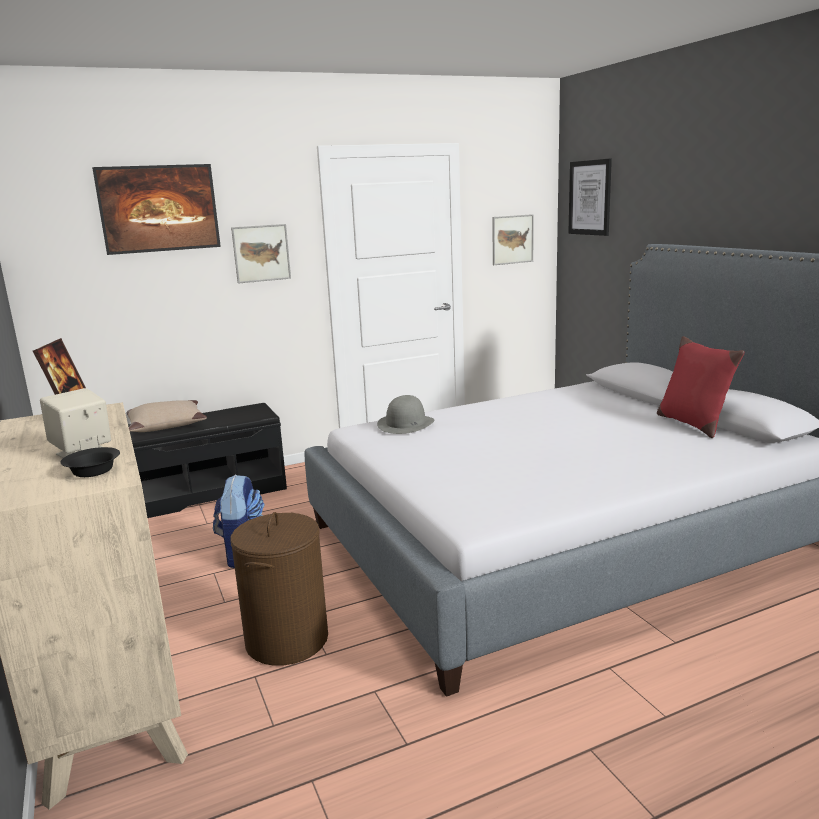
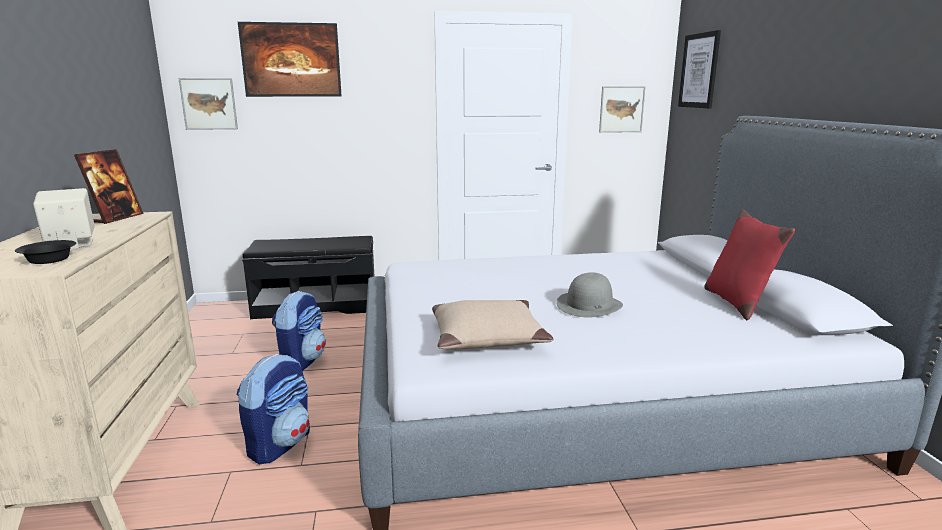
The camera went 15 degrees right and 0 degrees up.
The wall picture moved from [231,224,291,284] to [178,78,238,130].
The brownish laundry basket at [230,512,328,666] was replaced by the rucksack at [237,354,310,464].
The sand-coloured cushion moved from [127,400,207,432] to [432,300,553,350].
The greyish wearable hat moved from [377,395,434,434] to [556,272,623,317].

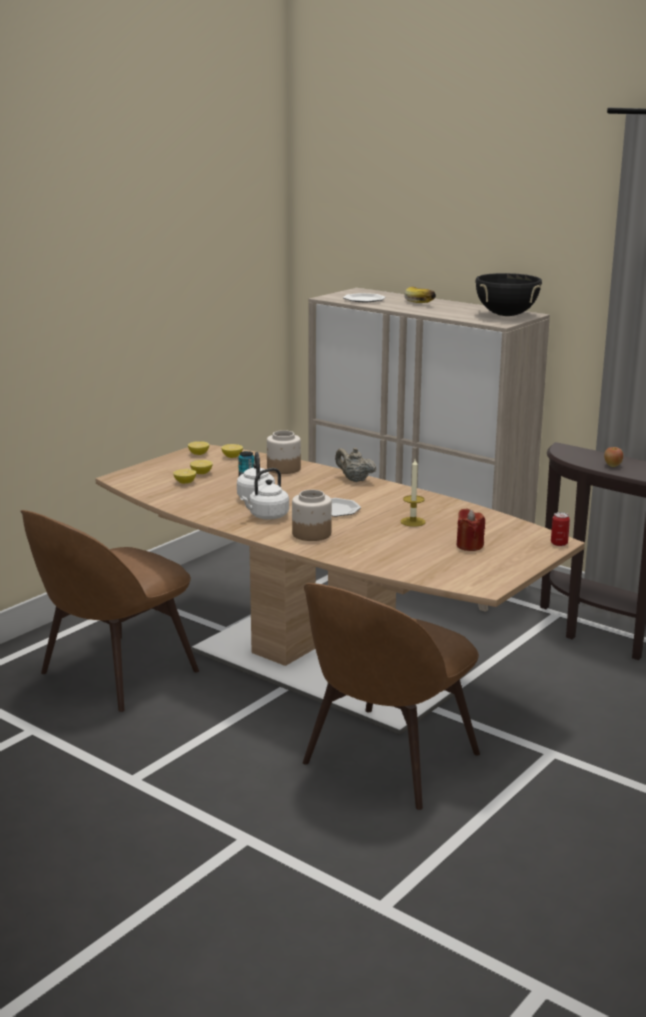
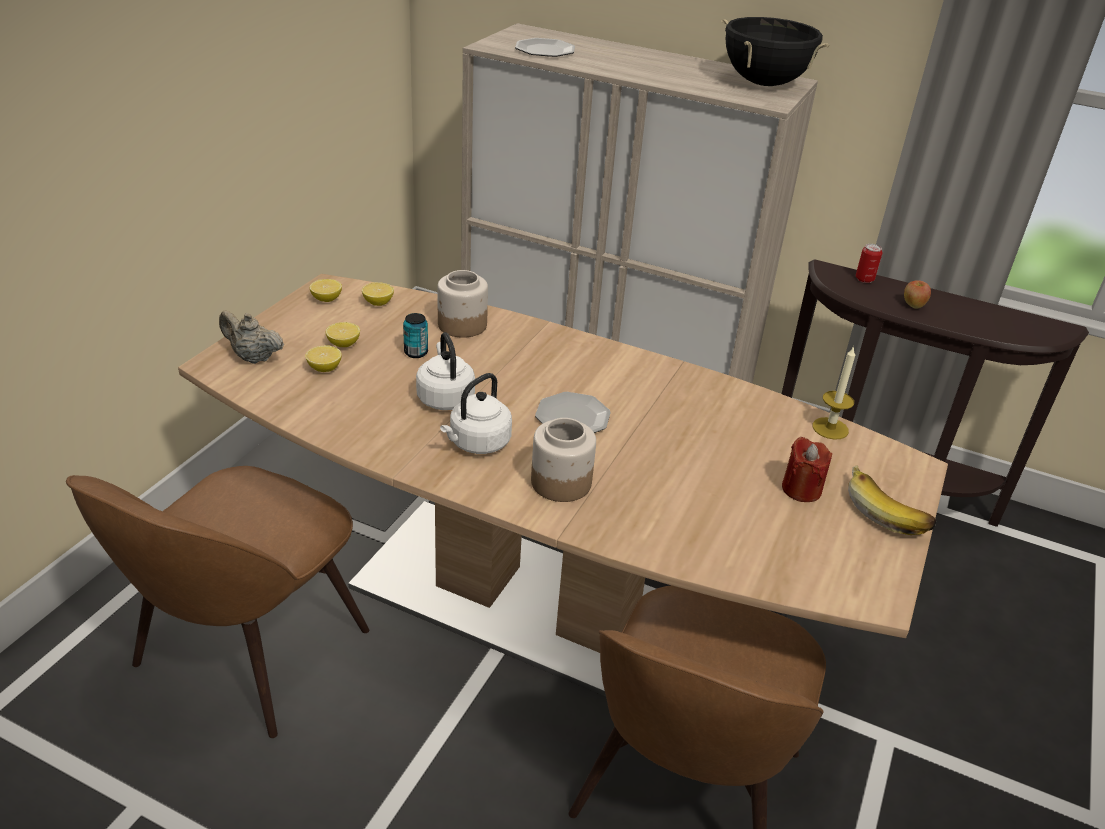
The camera went 15 degrees left and 15 degrees up.
The sand-coloured teapot moved from [335,448,376,482] to [219,311,284,364].
The wax candle moved from [401,459,425,527] to [812,346,855,440].
The whole banana moved from [404,287,436,303] to [848,465,936,535].
The can moved from [551,512,570,546] to [856,244,882,283].

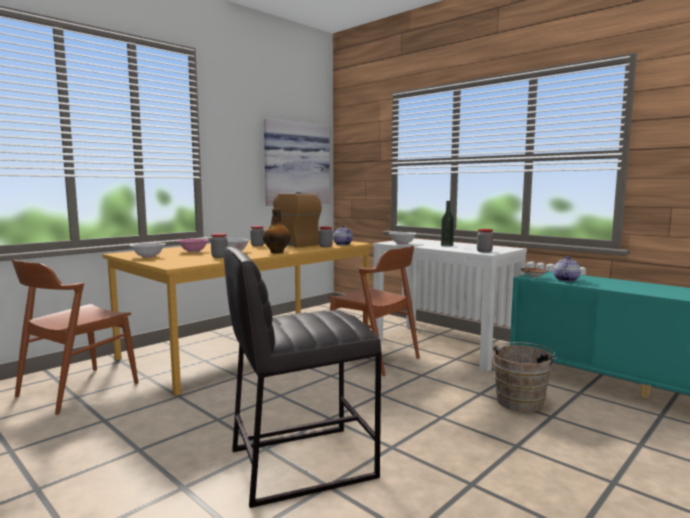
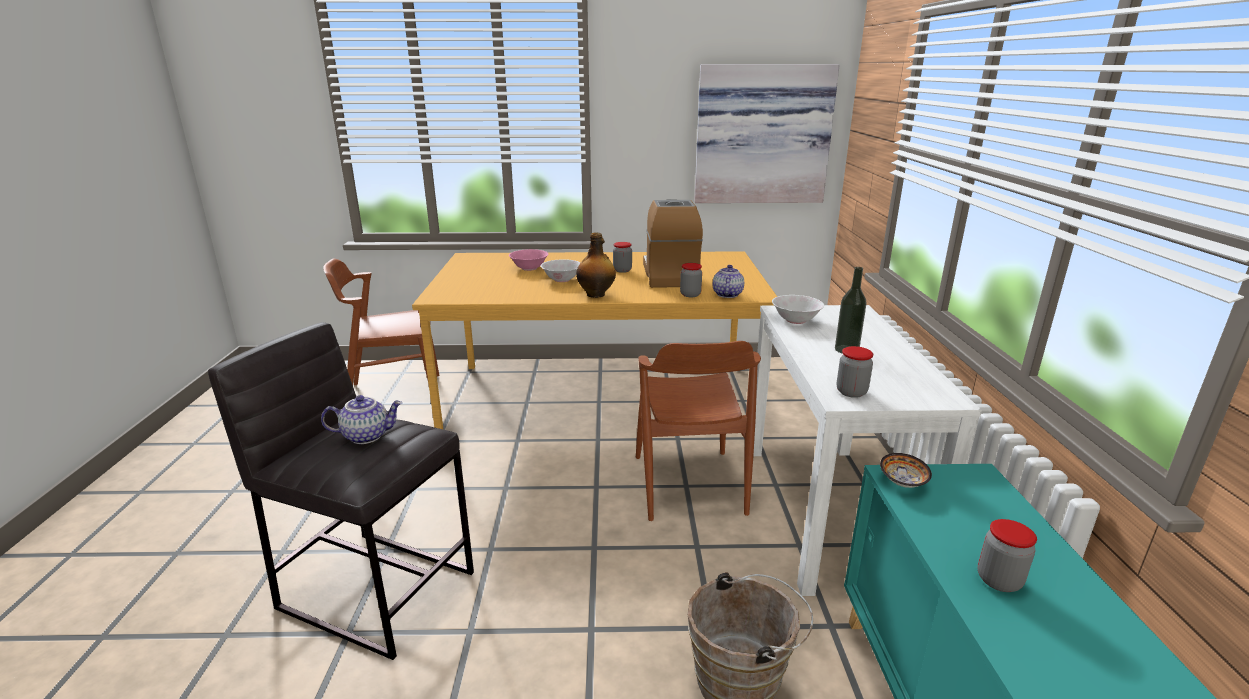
The camera went 45 degrees right and 15 degrees up.
The teapot moved from [554,256,581,282] to [321,395,402,444].
The preserve jar moved from [211,233,228,258] to [978,519,1037,592].
The white-coloured serving bowl at [130,243,165,258] disappeared.

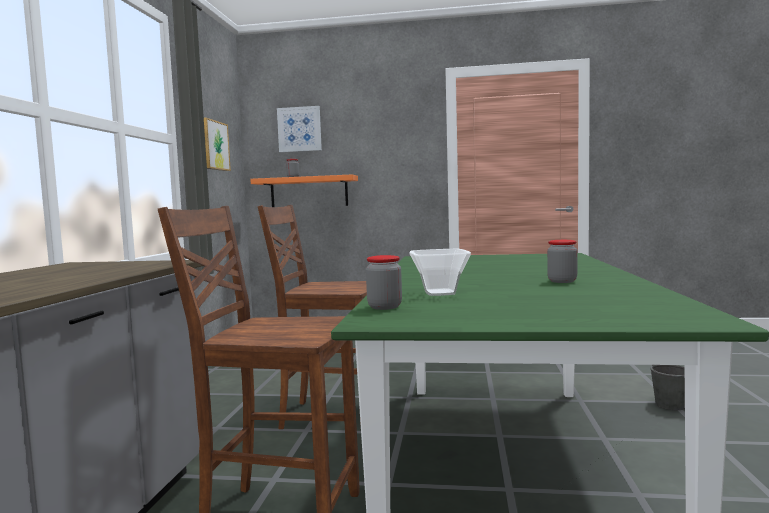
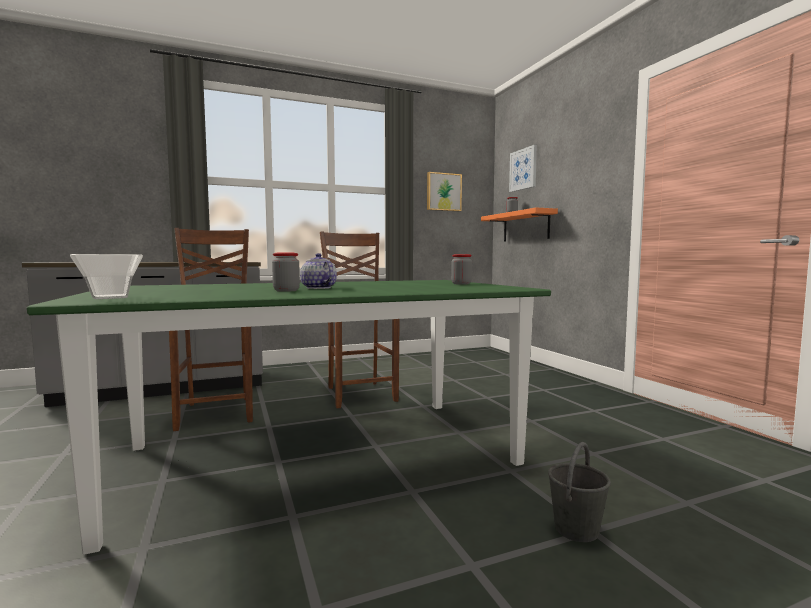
The camera went 60 degrees right and 0 degrees up.
The serving bowl moved from [409,249,471,296] to [70,254,143,299].
The teapot at [300,253,337,289] appeared.
The preserve jar moved from [366,255,402,310] to [451,254,472,285].

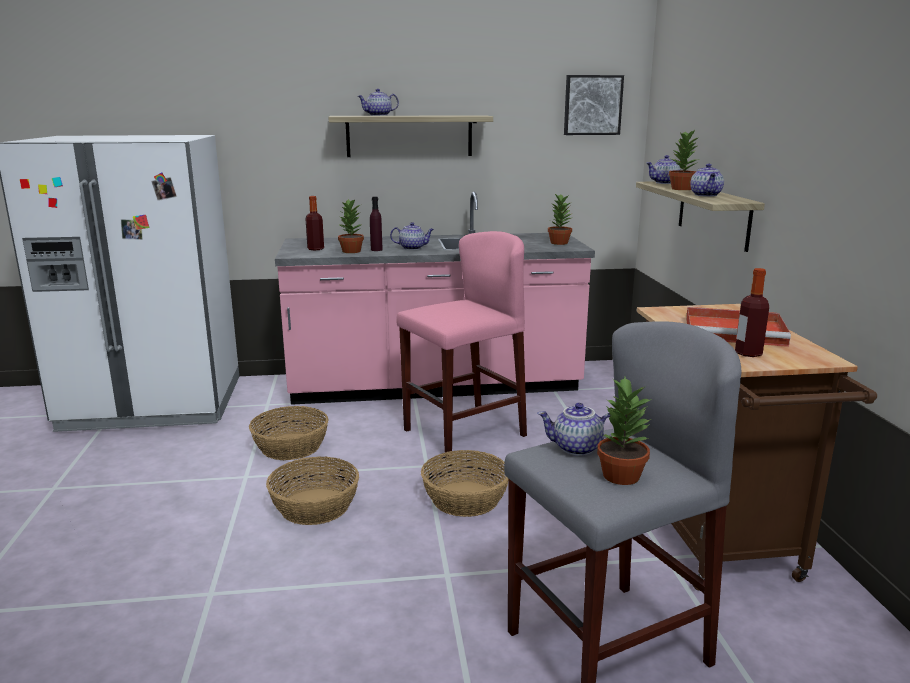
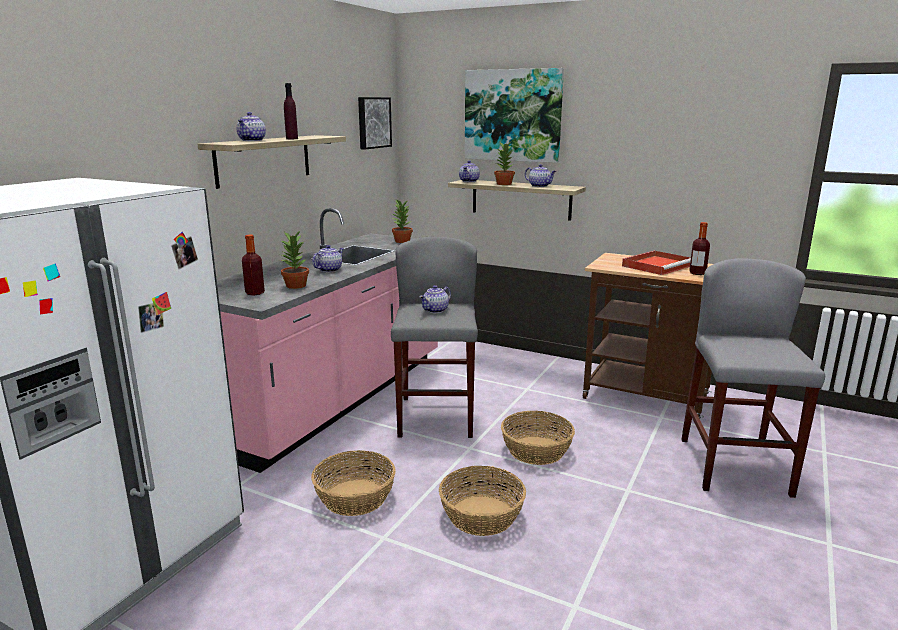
The camera went 55 degrees left and 0 degrees up.
The purple-coloured bottle moved from [370,196,383,251] to [284,83,298,139].
The pinkish stool at [396,231,527,460] became the greyish stool at [391,237,478,438].
The teapot moved from [537,403,613,456] to [419,285,451,313].
The wall picture at [465,68,564,163] appeared.
The potted plant at [597,377,651,485] disappeared.

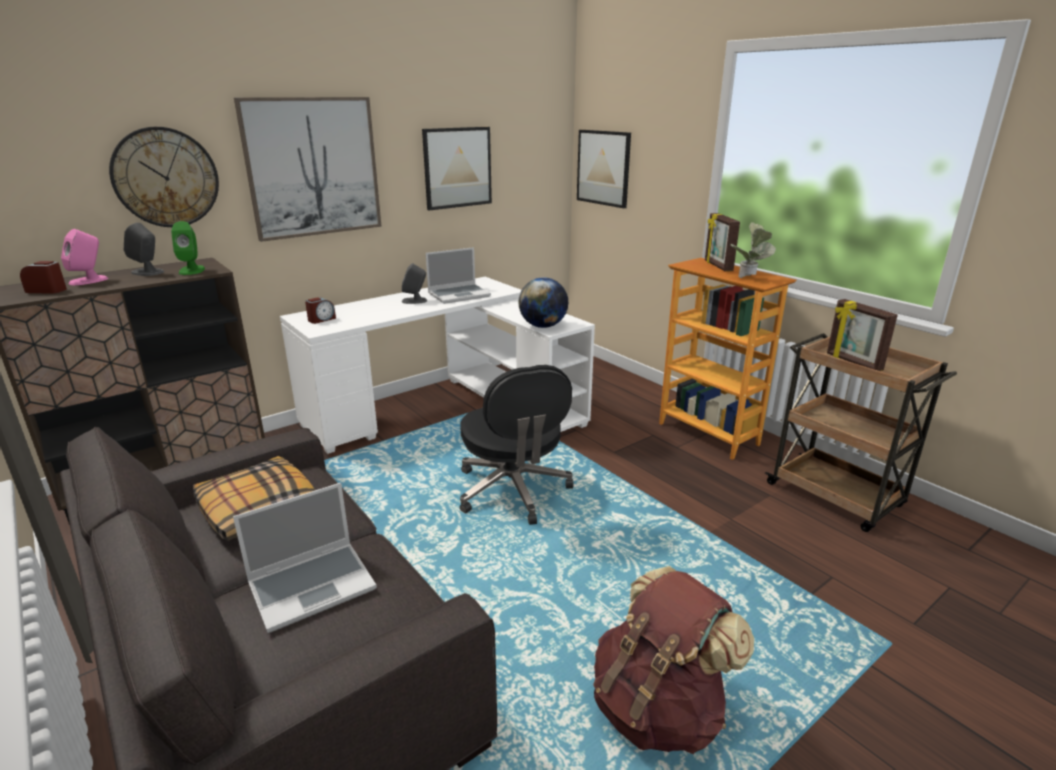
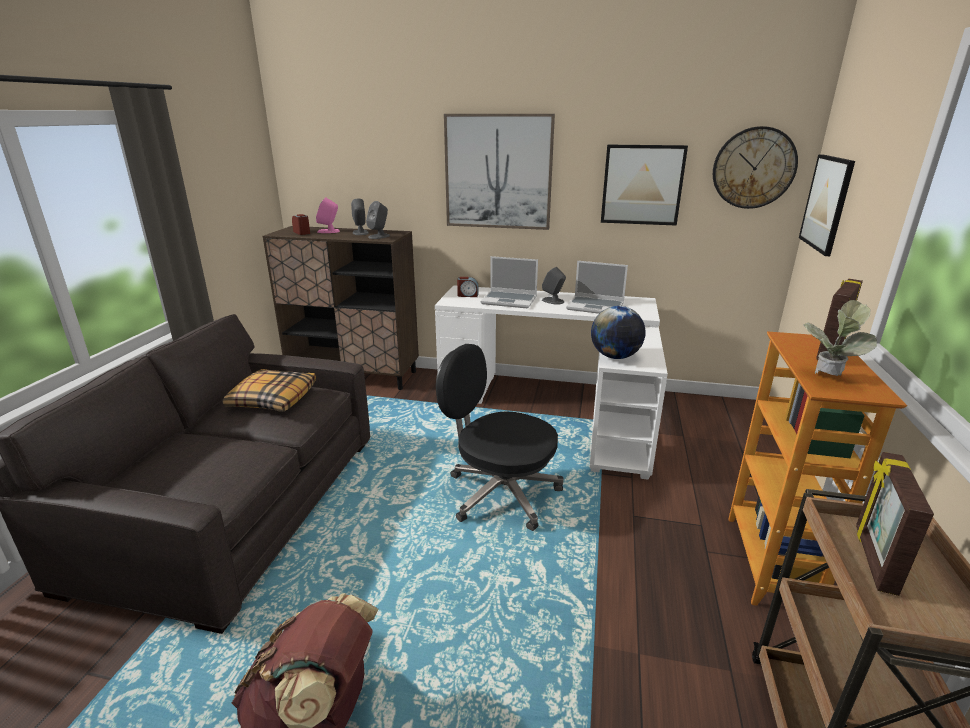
The camera went 50 degrees right and 0 degrees up.
The greenish loudspeaker at [171,221,205,275] became the greyish loudspeaker at [366,201,390,239].
The black-coloured office chair at [460,365,573,525] turned 90 degrees clockwise.
The laptop moved from [233,483,377,633] to [481,256,538,309].
The wall clock moved from [109,127,219,227] to [713,126,798,209].

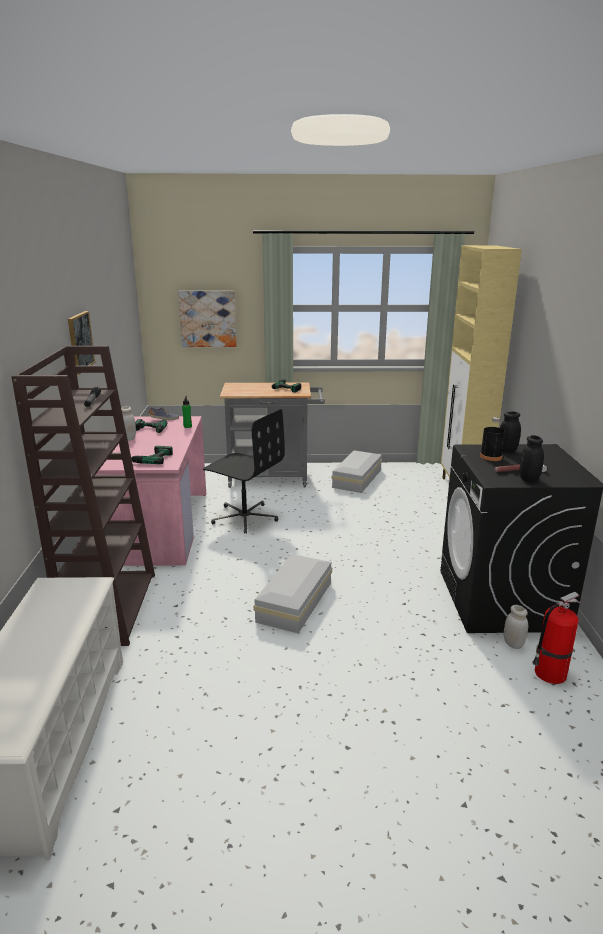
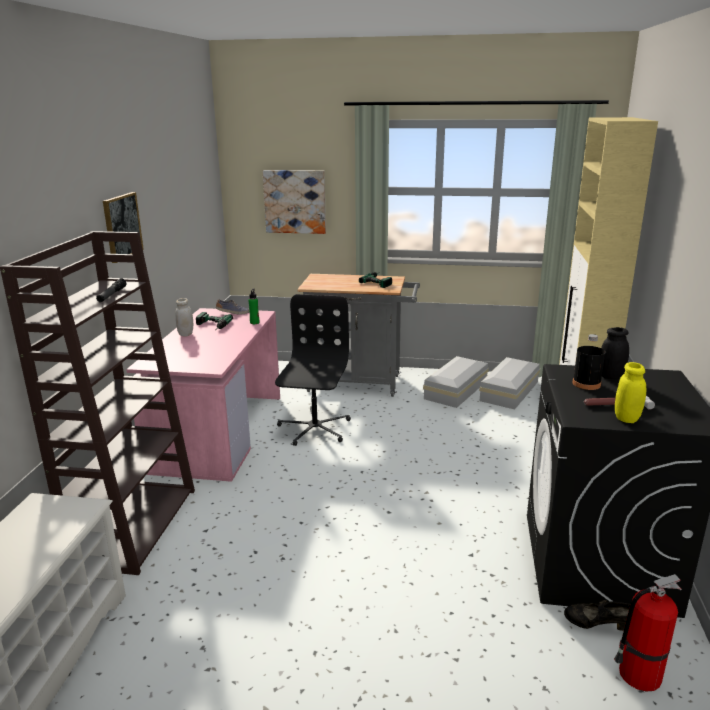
The camera went 10 degrees right and 0 degrees up.
The black-coloured office chair at [203,409,285,534] turned 120 degrees counterclockwise.
The white-coloured storage container moved from [253,554,332,633] to [479,357,540,409].
The white-coloured preserve jar at [503,605,528,649] was replaced by the black-coloured item of footwear at [564,600,631,631].
The black-coloured preserve jar at [520,435,544,482] became the yellow preserve jar at [615,362,646,423].
The drill at [131,446,173,464] disappeared.

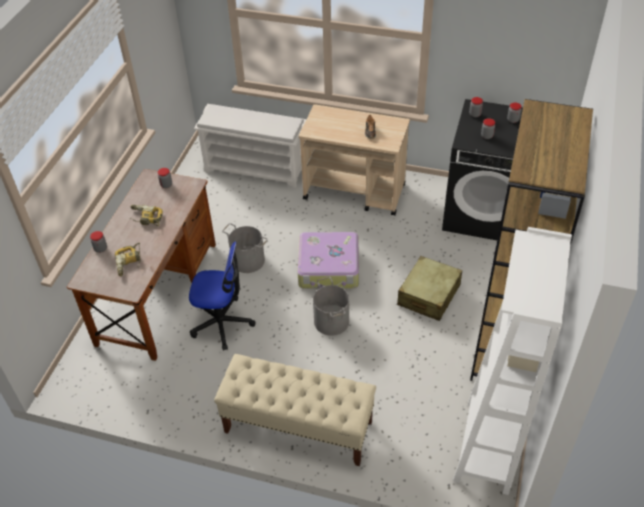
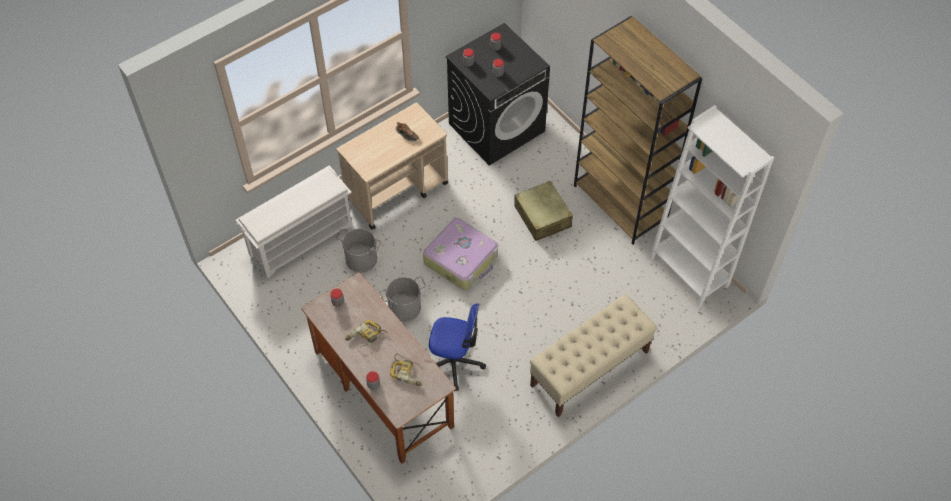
The camera went 55 degrees left and 10 degrees up.
The greyish water bucket moved from [313,277,349,336] to [336,229,381,273].
The office chair at [189,241,256,351] turned 60 degrees clockwise.

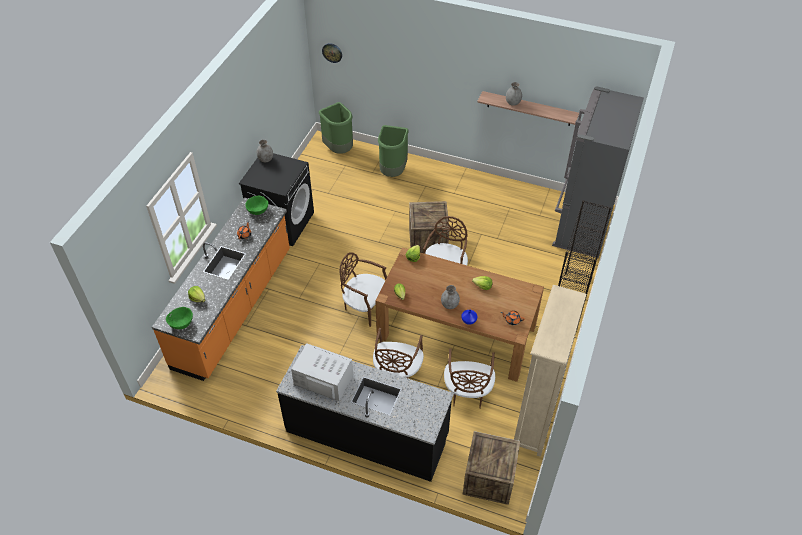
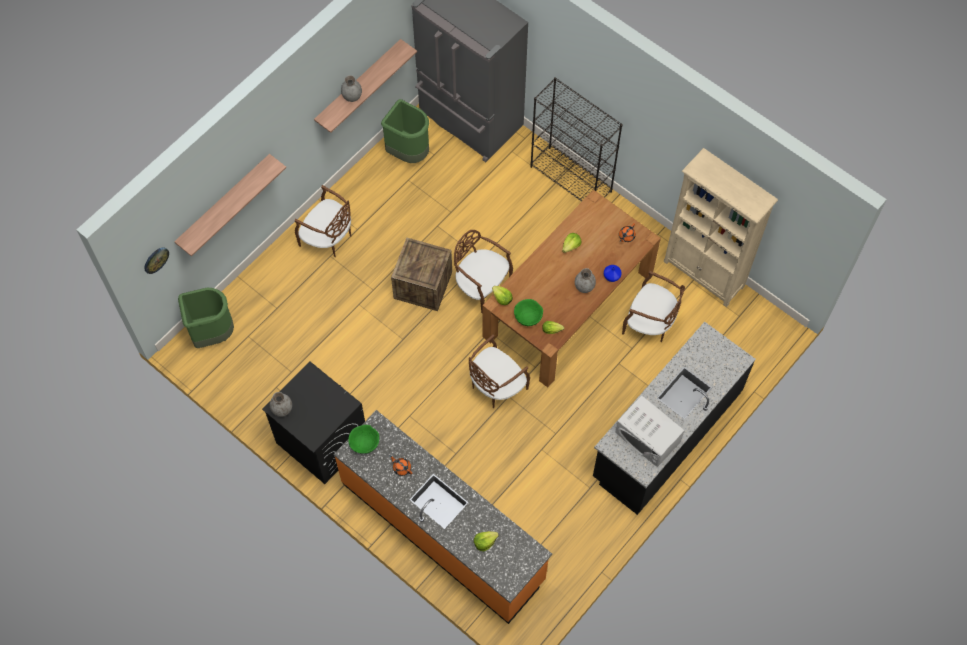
The camera went 70 degrees left and 15 degrees up.
The shelf at [174,154,286,256] appeared.
The brownish chair moved from [373,328,424,378] to [295,185,351,257].
The greenish rubbish bin moved from [378,125,409,177] to [381,99,429,163].
The greenish serving bowl moved from [166,307,193,329] to [514,299,543,326].
The white-coloured microwave at [291,343,353,401] turned 90 degrees counterclockwise.
The crate at [462,431,520,505] disappeared.

